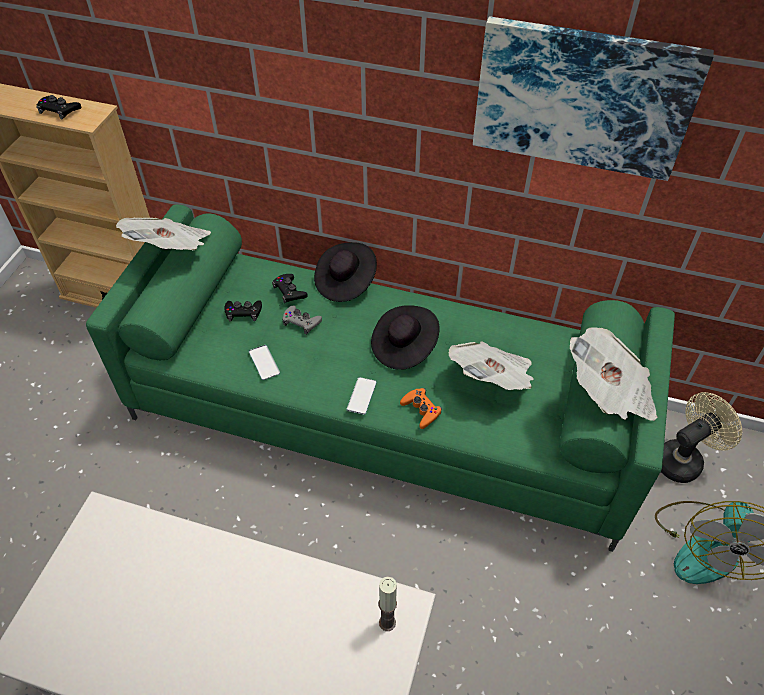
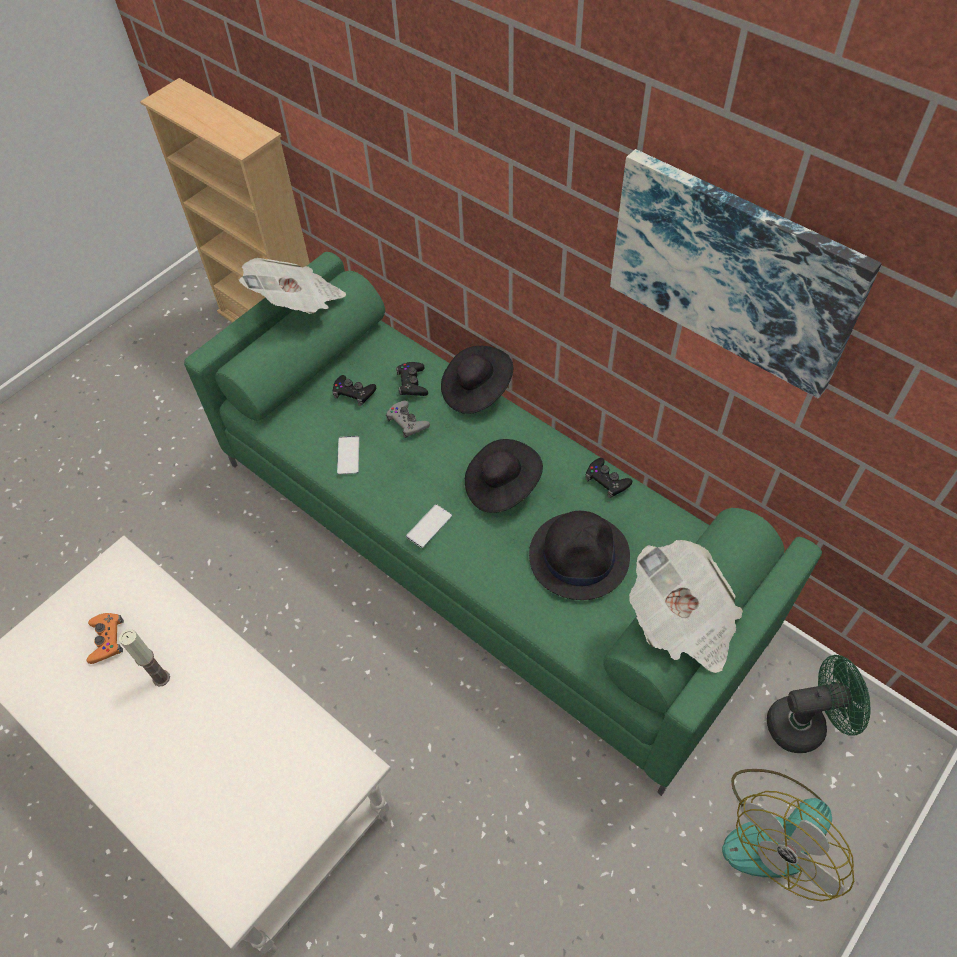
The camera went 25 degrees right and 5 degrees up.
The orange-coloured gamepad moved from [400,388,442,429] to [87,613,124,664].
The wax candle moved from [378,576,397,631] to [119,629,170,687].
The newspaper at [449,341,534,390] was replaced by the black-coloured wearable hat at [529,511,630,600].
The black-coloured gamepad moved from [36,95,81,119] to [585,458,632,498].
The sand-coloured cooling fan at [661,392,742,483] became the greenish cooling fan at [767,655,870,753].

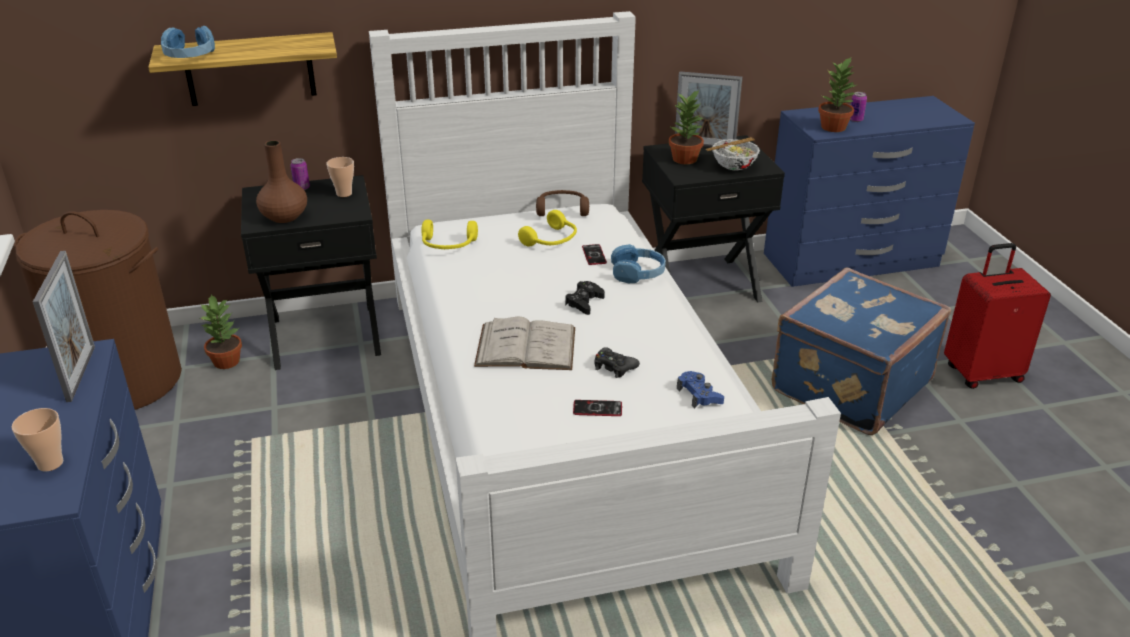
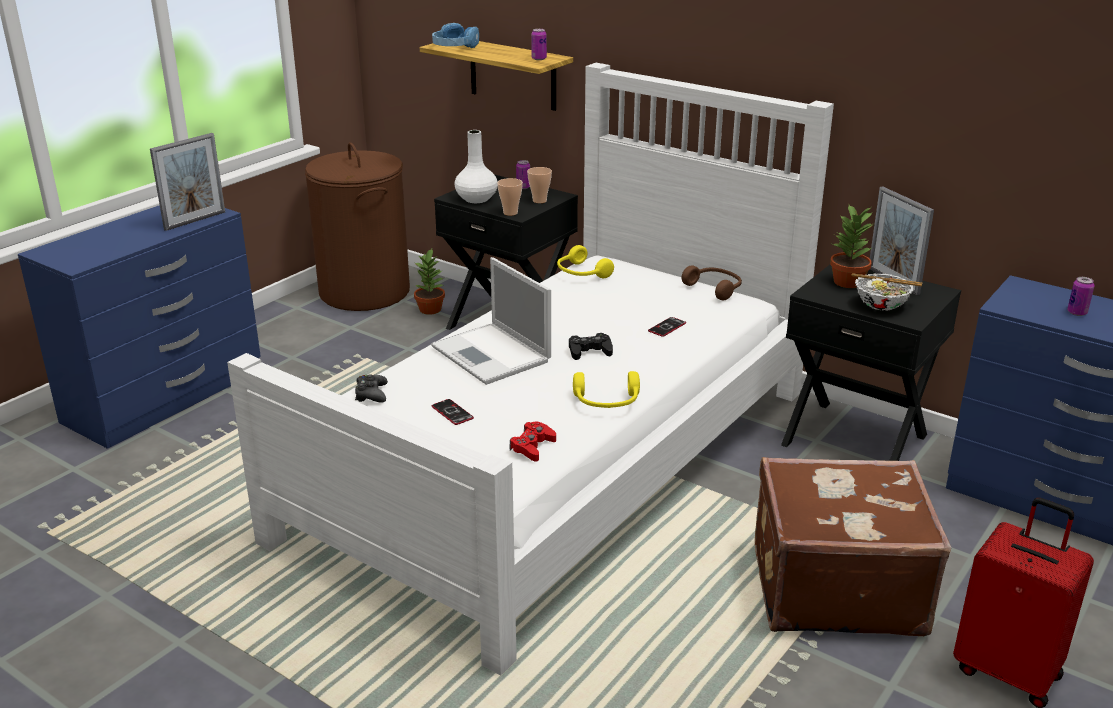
The camera went 50 degrees right and 5 degrees down.
The black-coloured gamepad moved from [594,347,640,378] to [355,375,388,403].
The white-coloured volume at [474,317,575,370] was replaced by the laptop at [431,257,551,385].
The brownish vase at [256,140,307,223] became the white-coloured vase at [455,130,498,203].
The cup moved from [12,408,63,471] to [497,178,523,216].
The bluish gamepad at [677,371,724,409] became the red gamepad at [510,422,556,462].
The can at [531,29,547,60] appeared.
The yellow headphones moved from [518,210,577,247] to [573,371,640,408].
The bluish piece of luggage at [771,267,951,435] became the brownish piece of luggage at [755,457,951,636].
The bluish headphones at [611,244,666,283] disappeared.
The potted plant at [818,56,858,132] disappeared.

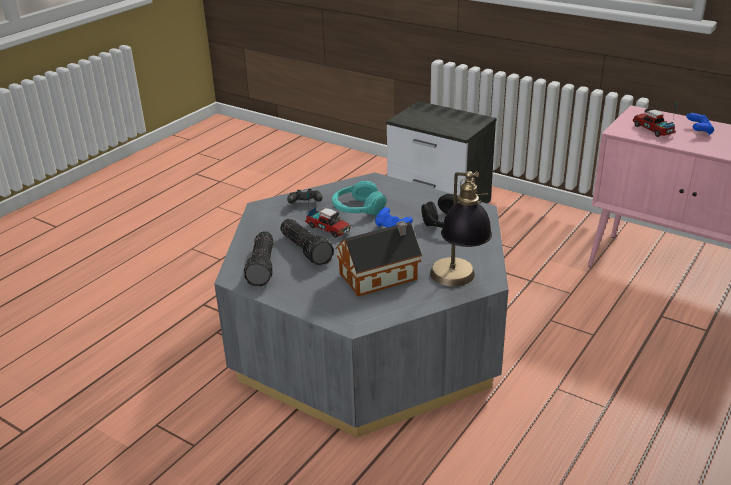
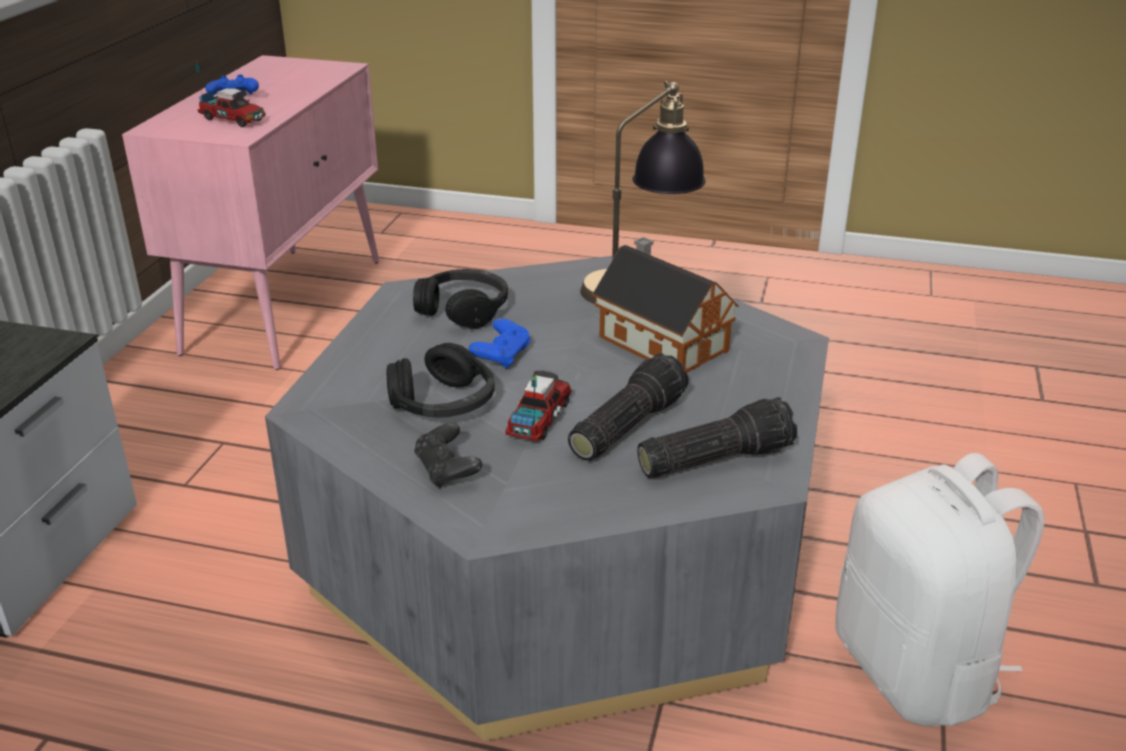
The camera went 110 degrees left and 0 degrees up.
The model truck at [633,100,677,137] turned 105 degrees counterclockwise.
The turquoise headphones at [332,181,386,215] became the black-coloured headphones at [386,343,495,418].
The white-coloured rucksack at [835,453,1044,726] appeared.

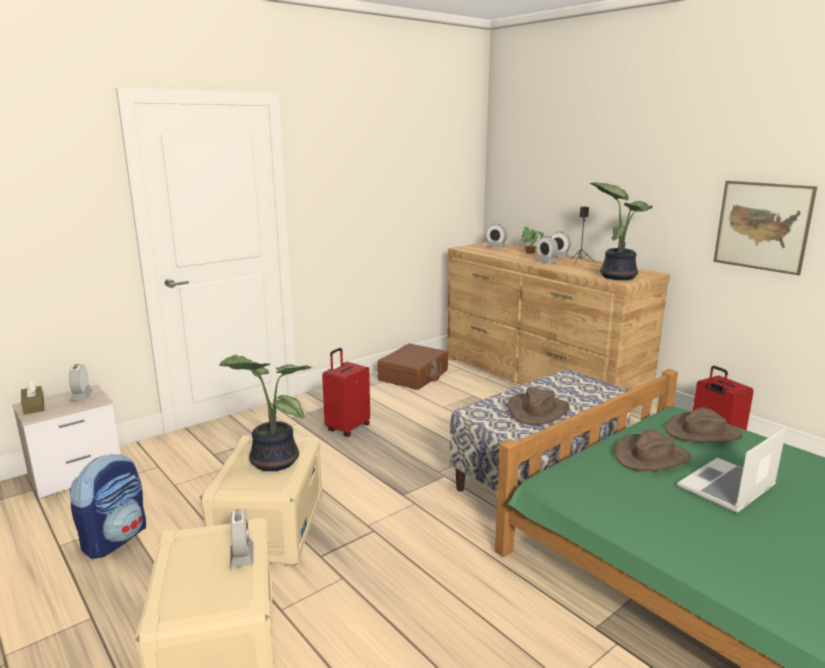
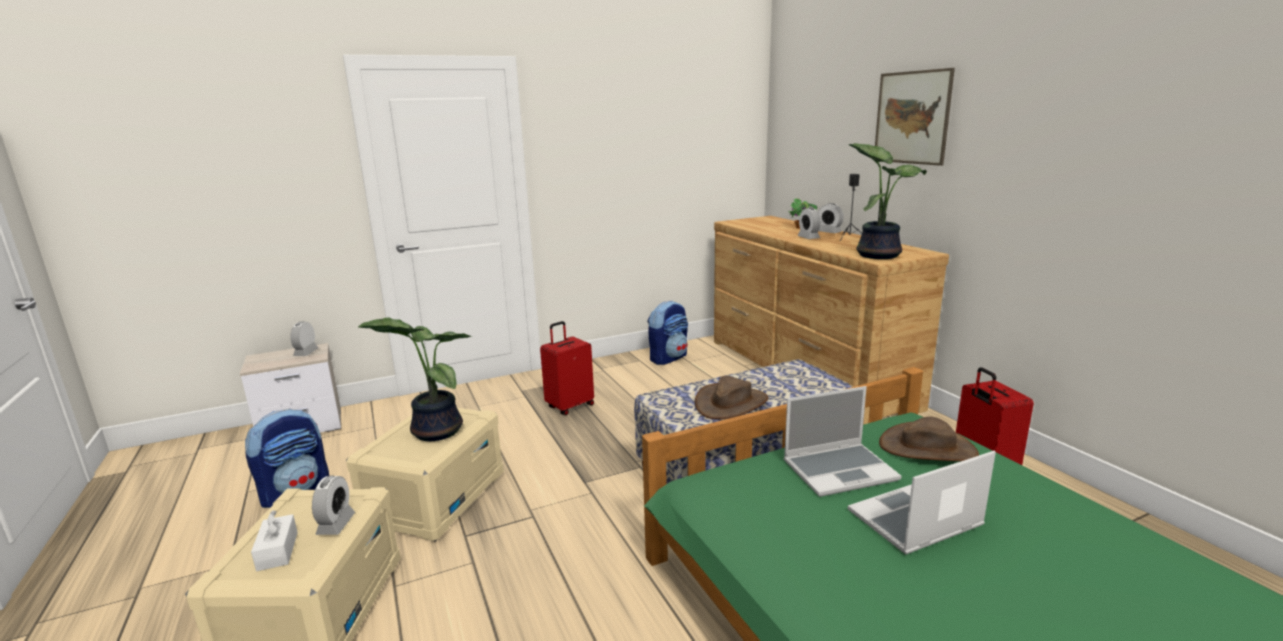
The camera went 15 degrees right and 0 degrees up.
The white-coloured box of tissues at [251,510,298,571] appeared.
The brownish piece of luggage at [377,343,448,390] was replaced by the rucksack at [647,300,688,365].
The brownish wearable hat at [614,429,691,471] was replaced by the laptop at [784,386,901,497].
The wall picture moved from [713,181,817,275] to [875,68,955,166].
The brownish box of tissues at [21,380,45,415] disappeared.
The table clock at [486,224,507,248] disappeared.

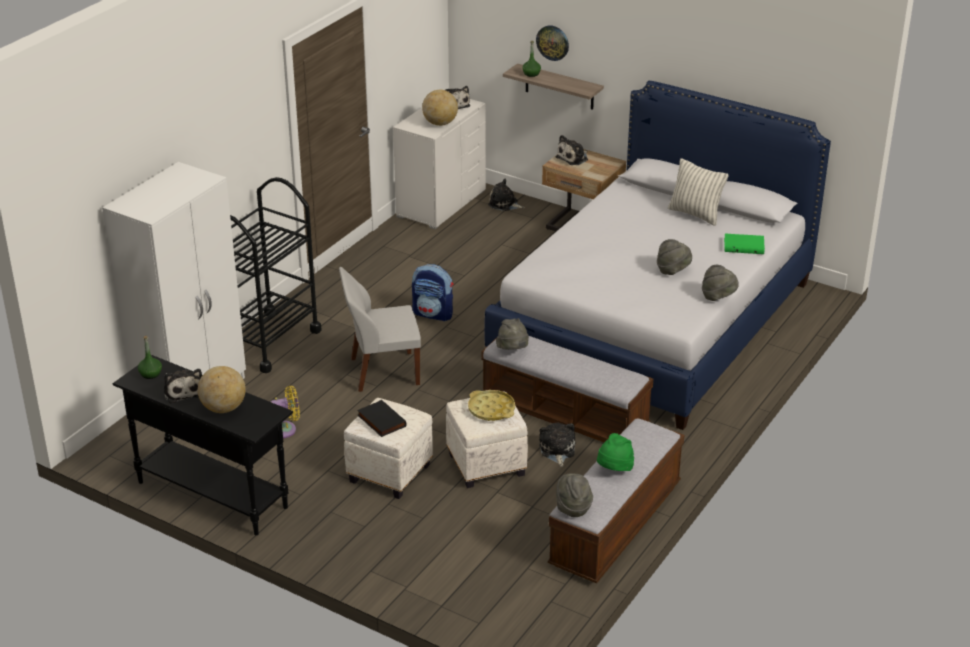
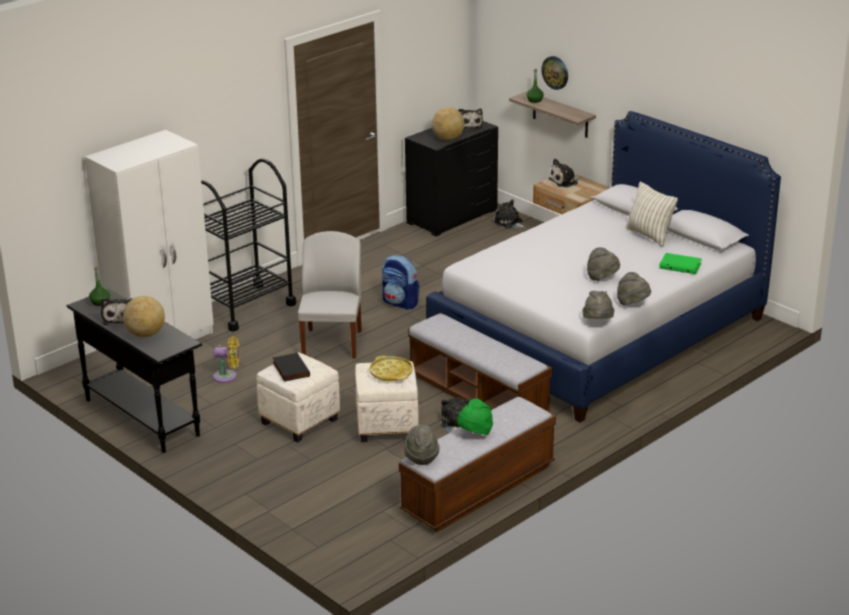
The camera went 15 degrees right and 5 degrees down.
The white-coloured chair at [339,267,421,392] turned 90 degrees clockwise.
The white-coloured chest of drawers at [393,99,486,229] became the black-coloured chest of drawers at [405,121,498,237].
The greyish wearable hat moved from [496,318,529,350] to [582,291,614,319].

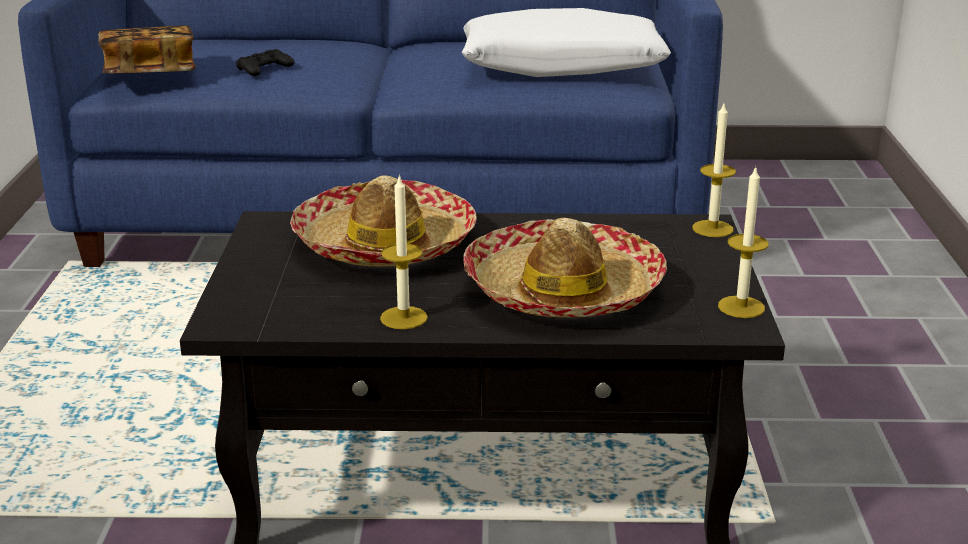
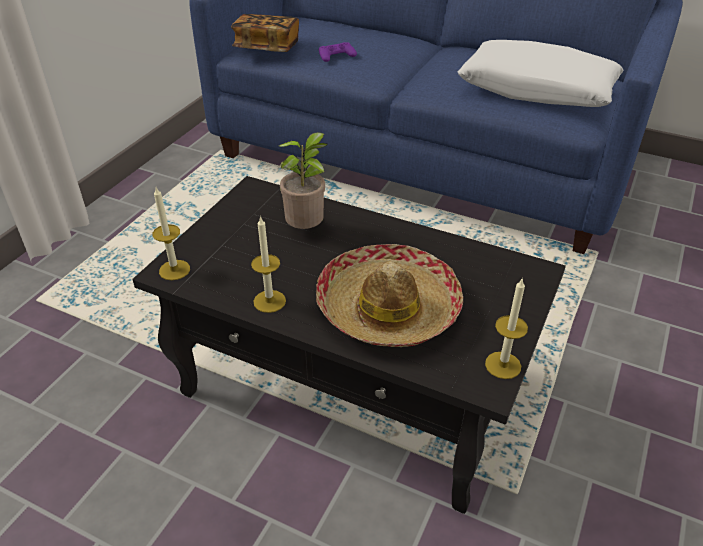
The camera went 25 degrees right and 15 degrees up.
The wax candle moved from [693,104,736,237] to [152,187,190,280].
The wearable hat at [290,175,477,266] was replaced by the potted plant at [279,132,328,229].
The black-coloured gamepad at [236,49,295,76] became the purple-coloured gamepad at [319,42,357,62].

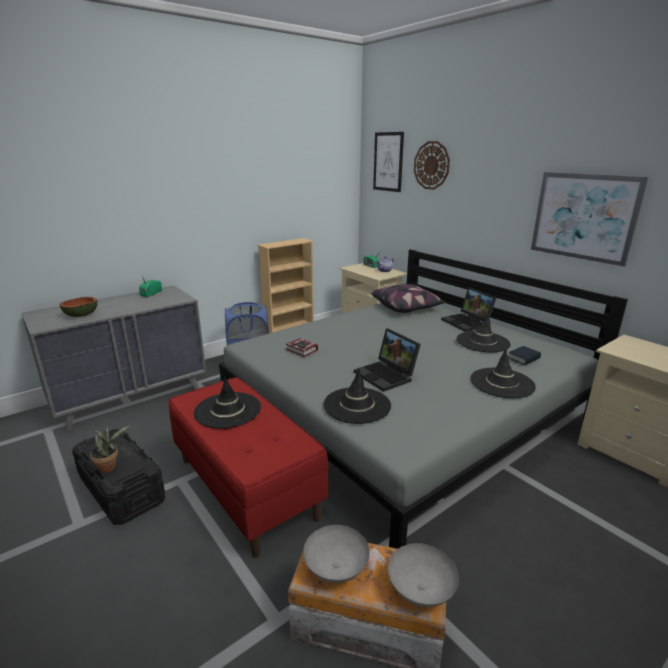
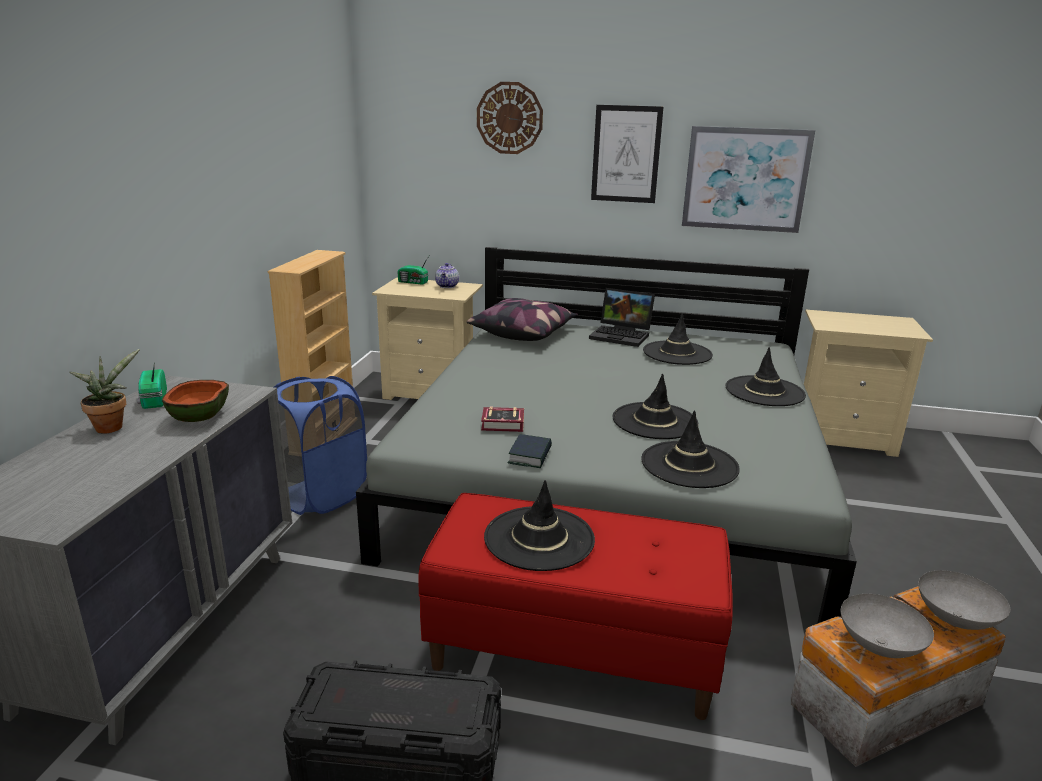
The camera went 40 degrees left and 0 degrees up.
The potted plant moved from [90,426,130,473] to [69,349,140,434].
The serving bowl moved from [59,297,98,317] to [162,380,229,422].
The volume moved from [507,346,541,365] to [508,434,552,468].
The wall picture moved from [373,132,404,192] to [591,105,663,203].
The laptop at [354,328,421,392] was replaced by the black-coloured wearable hat at [612,373,698,439].

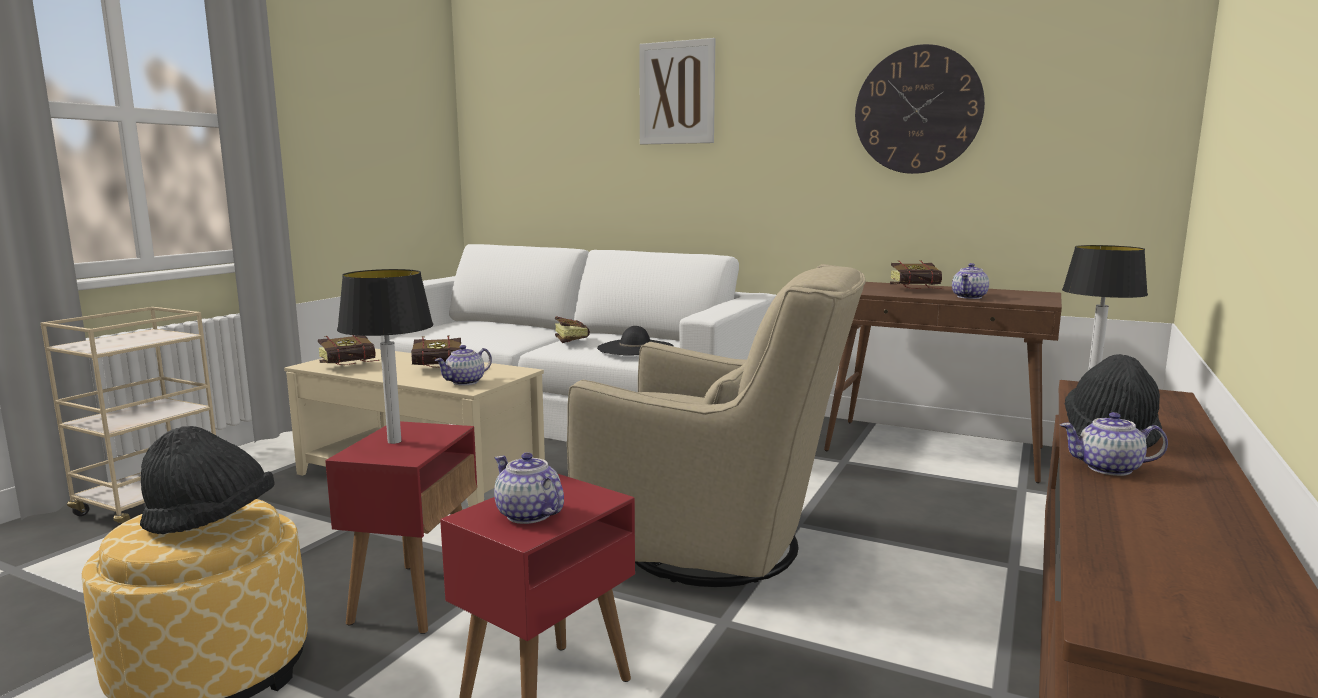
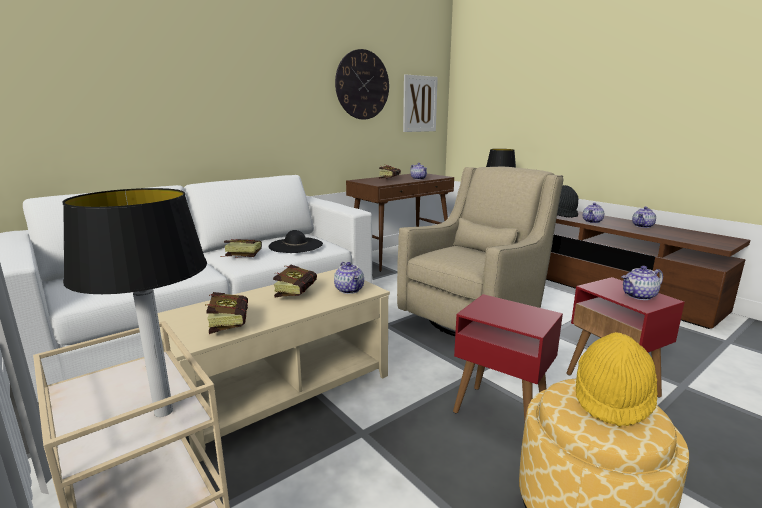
The camera went 65 degrees left and 5 degrees up.
The table lamp moved from [337,269,433,444] to [63,188,207,417].
The wall picture moved from [639,38,715,145] to [403,74,438,132].
The black-coloured wearable hat at [140,426,274,534] became the yellow wearable hat at [576,332,657,427].
The teapot at [632,206,656,228] appeared.

